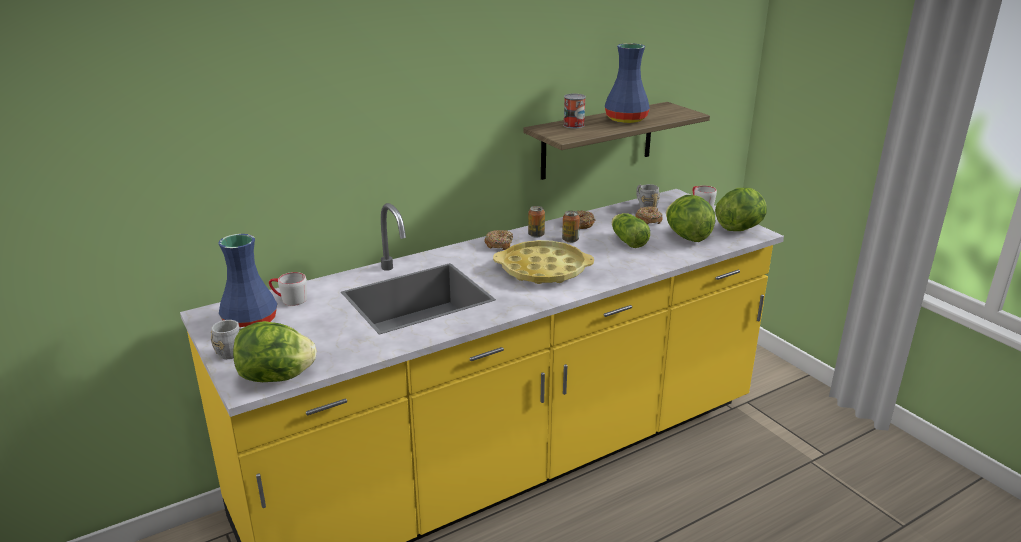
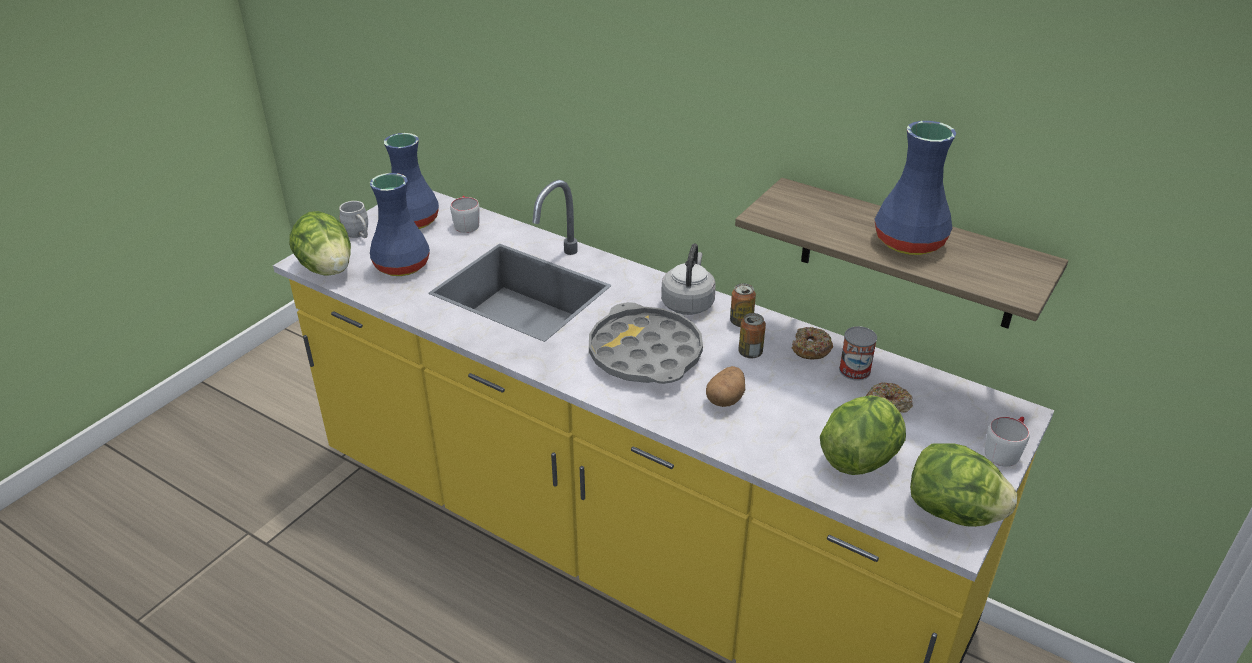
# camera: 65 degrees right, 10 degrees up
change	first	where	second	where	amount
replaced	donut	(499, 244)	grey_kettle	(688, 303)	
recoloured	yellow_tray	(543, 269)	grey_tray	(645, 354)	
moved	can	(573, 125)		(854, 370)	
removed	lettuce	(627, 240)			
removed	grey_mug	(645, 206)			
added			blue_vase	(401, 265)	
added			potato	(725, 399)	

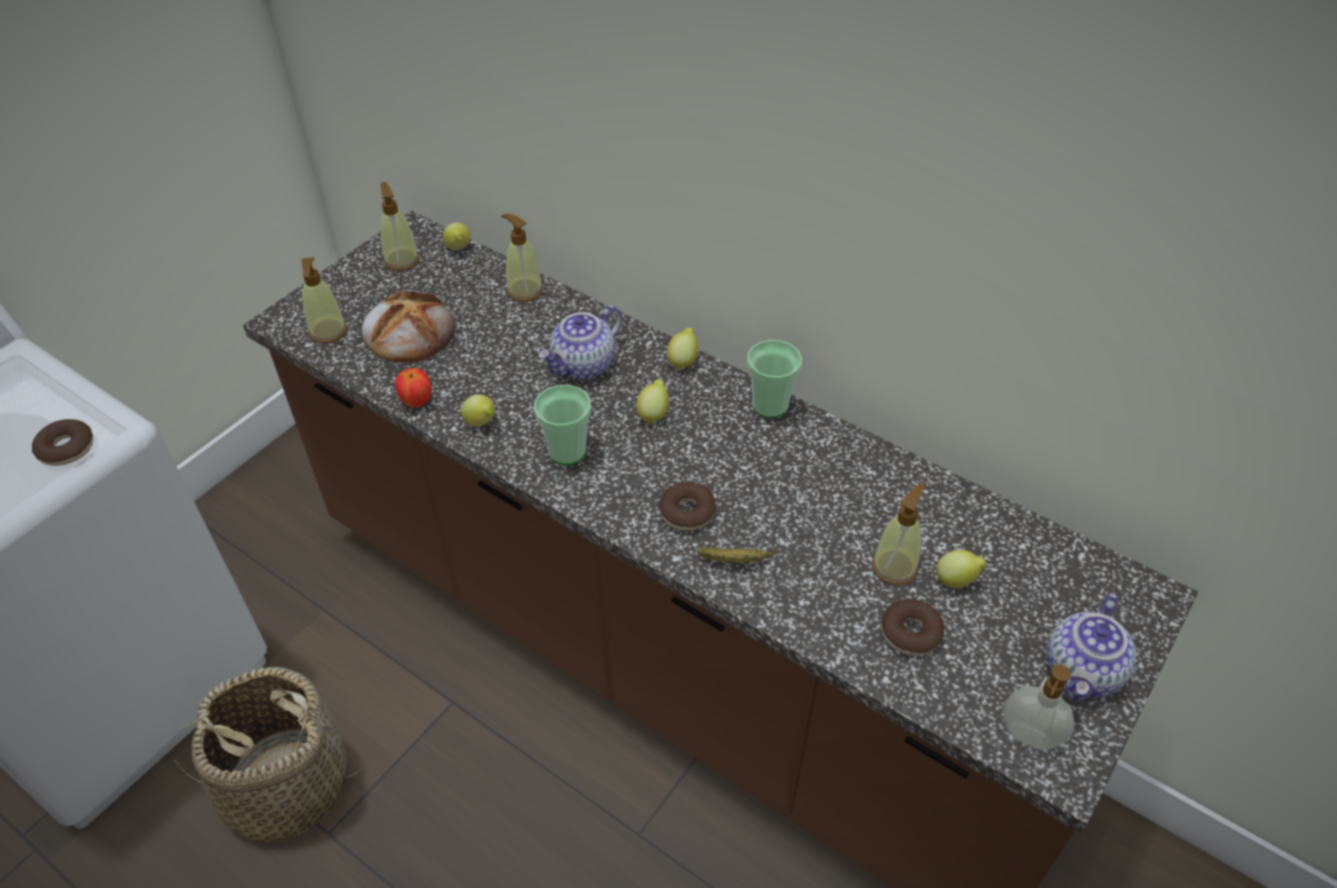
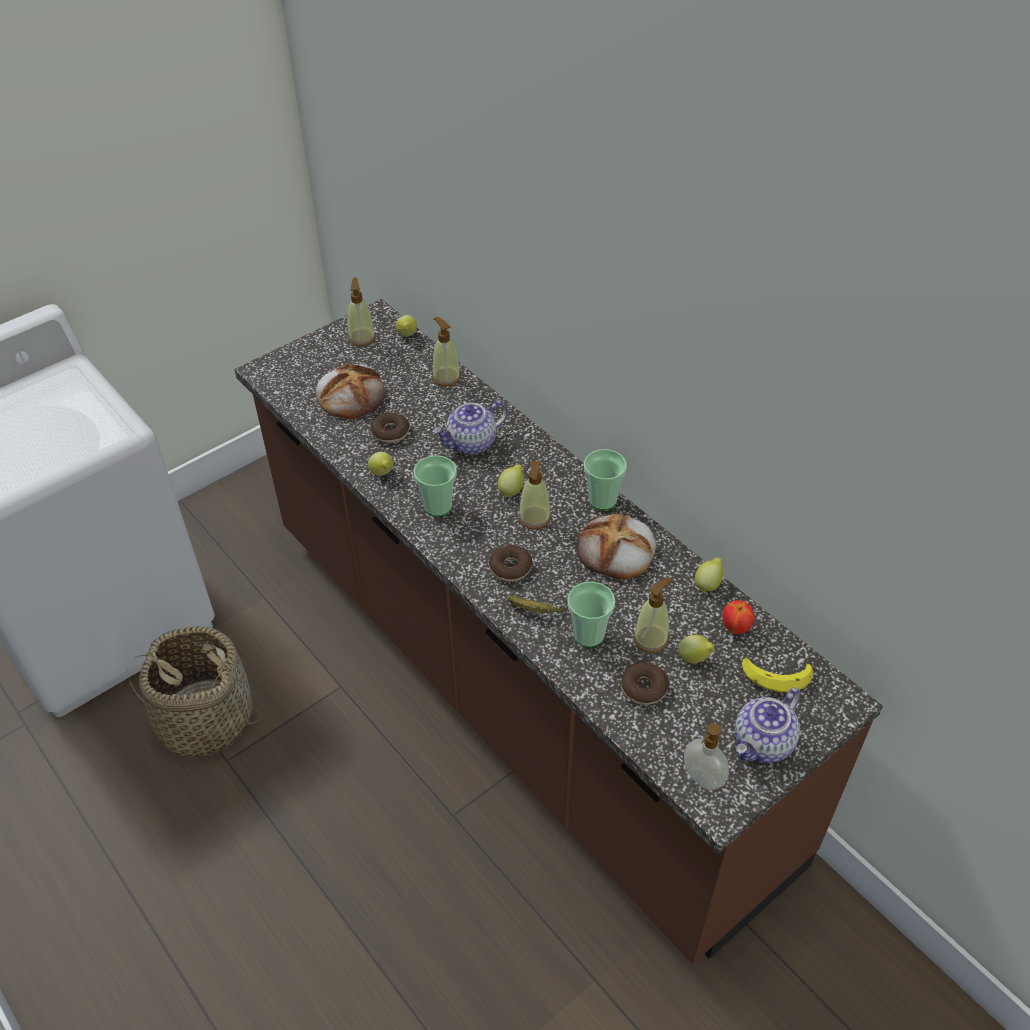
# camera: 15 degrees right, 0 degrees up
change	first	where	second	where	amount
moved	donut	(67, 449)		(390, 432)	
moved	soap_dispenser	(328, 332)		(534, 518)	
moved	apple	(417, 402)		(735, 628)	
moved	lemon	(683, 361)		(708, 584)	
added			cup	(588, 634)	
added			bread	(616, 551)	
added			banana	(776, 672)	

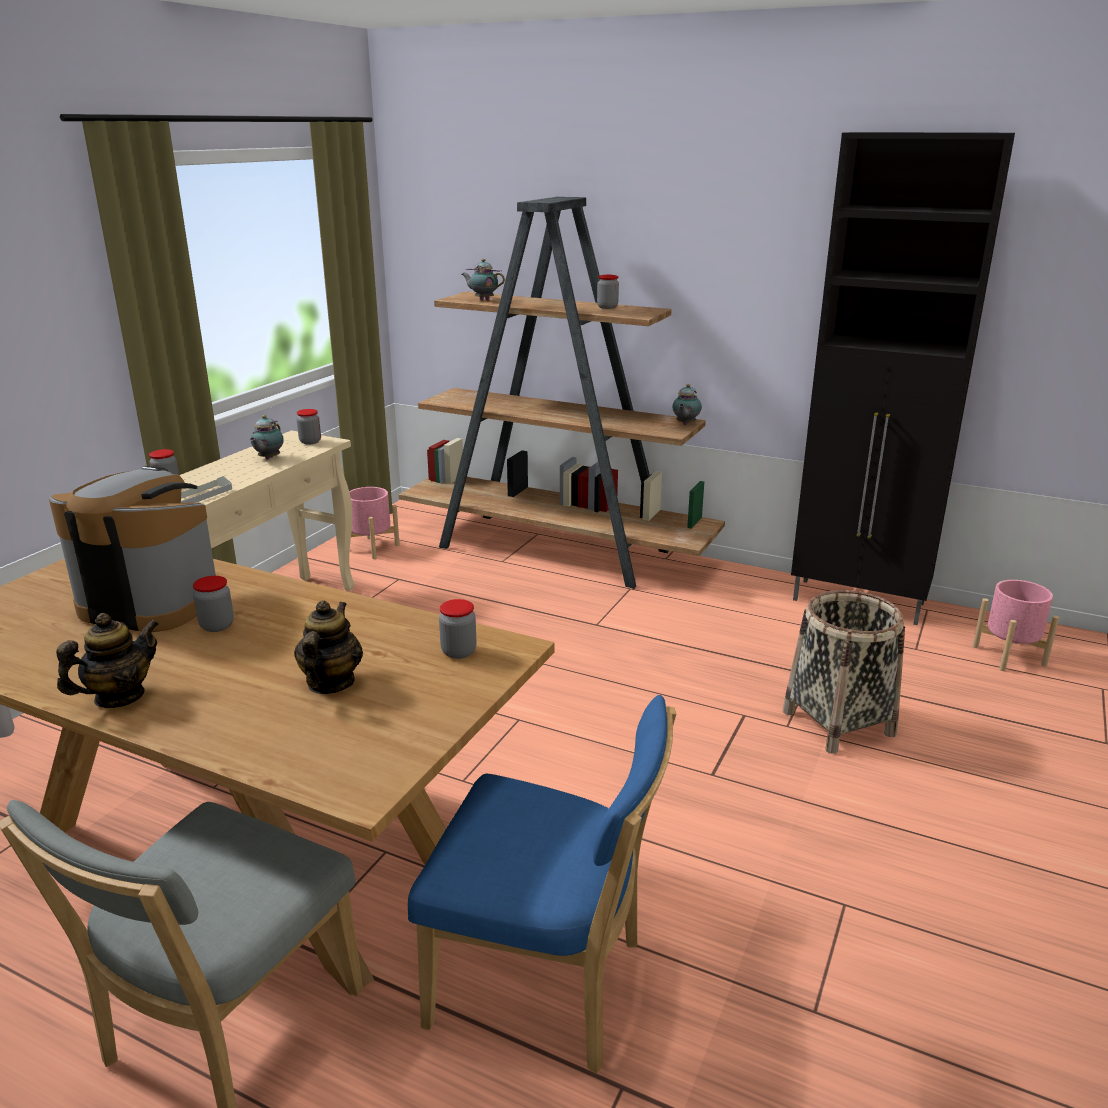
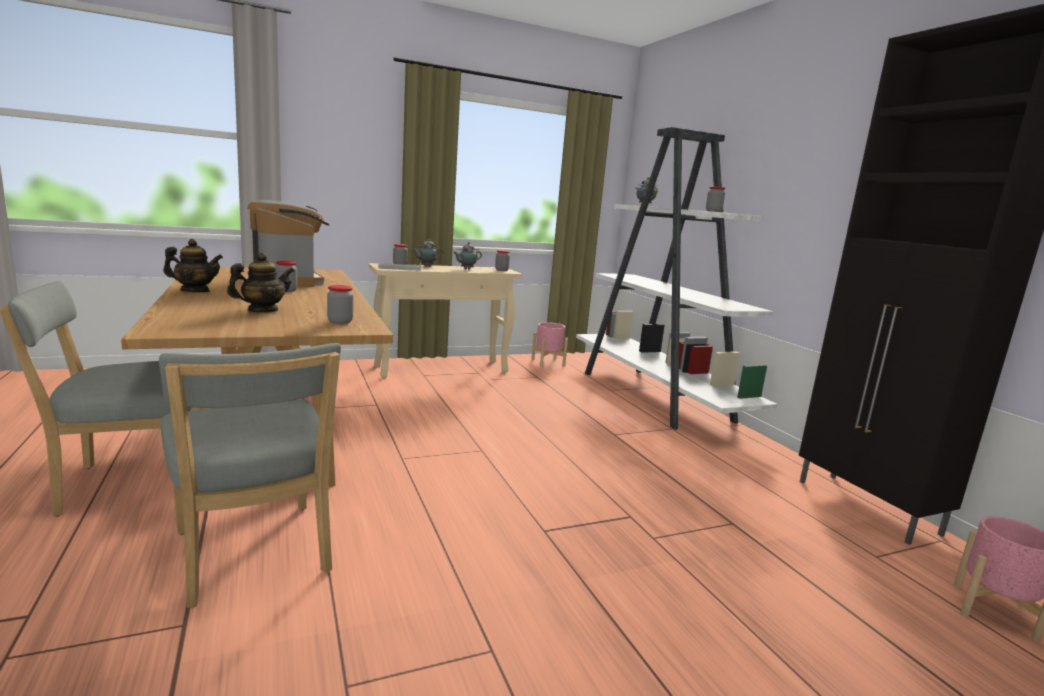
# camera: 40 degrees right, 10 degrees down
change	first	where	second	where	amount
recoloured	brown_bookcase	(557, 550)	white_bookcase	(656, 397)	
recoloured	blue_chair	(546, 986)	grey_chair	(254, 557)	
moved	teapot	(685, 424)		(426, 266)	
removed	basket	(837, 723)			

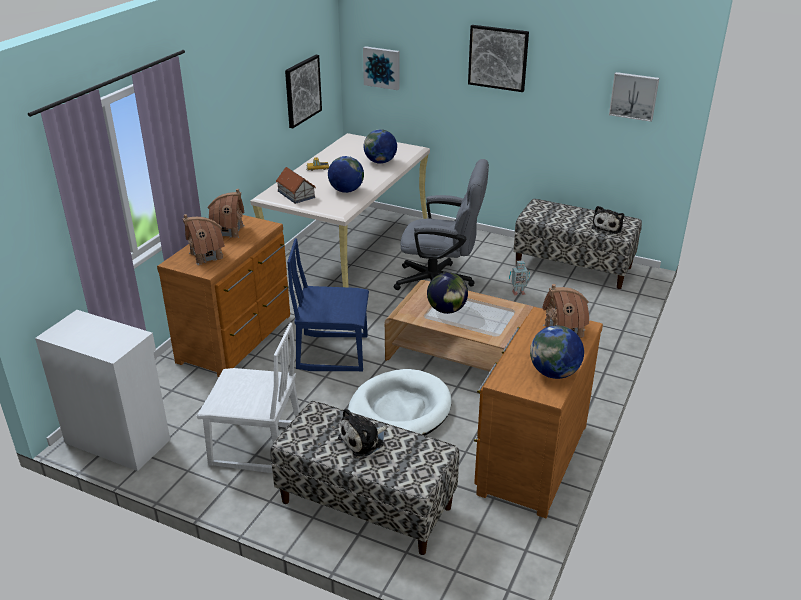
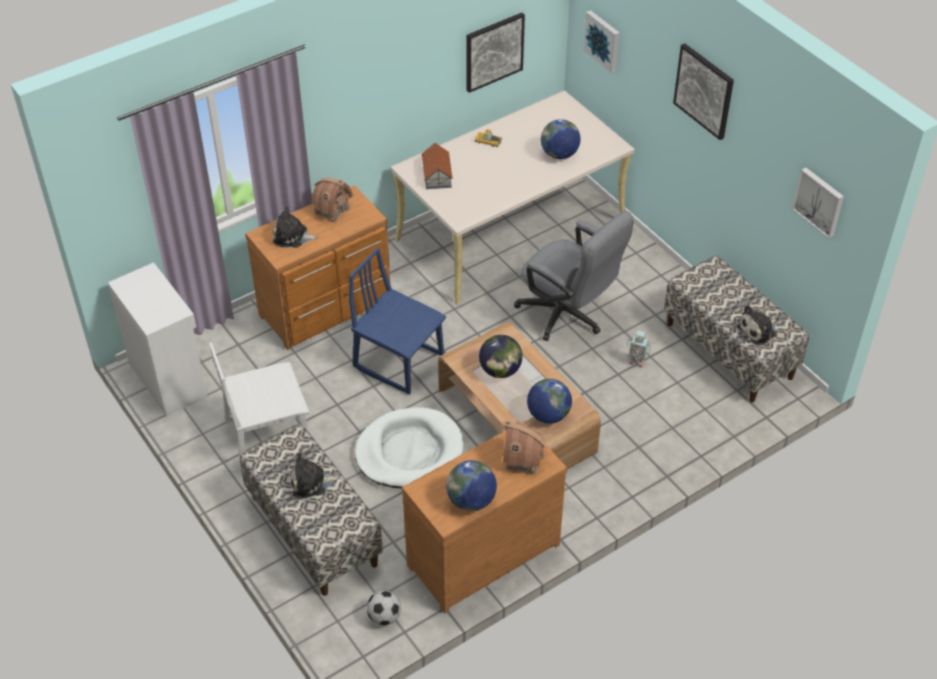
# camera: 30 degrees right, 15 degrees up
change	first	where	second	where	amount
replaced	toy_house	(206, 256)	plush_toy	(292, 237)	
turned	white_chair	(256, 447)		(267, 434)	120 degrees clockwise
moved	globe	(346, 190)		(548, 415)	
added			football	(384, 617)	

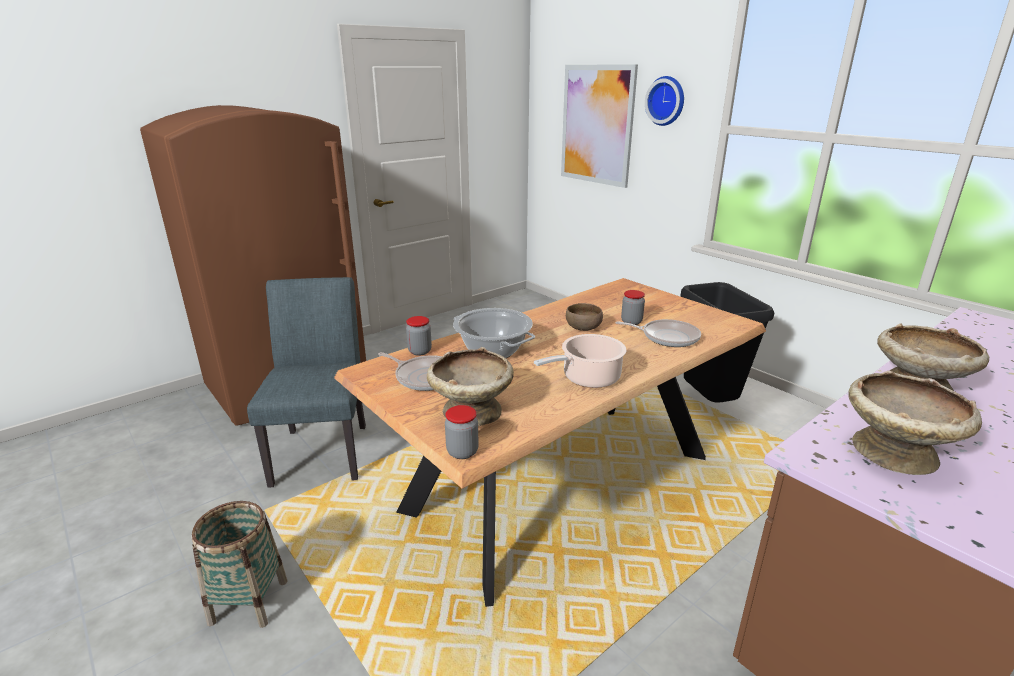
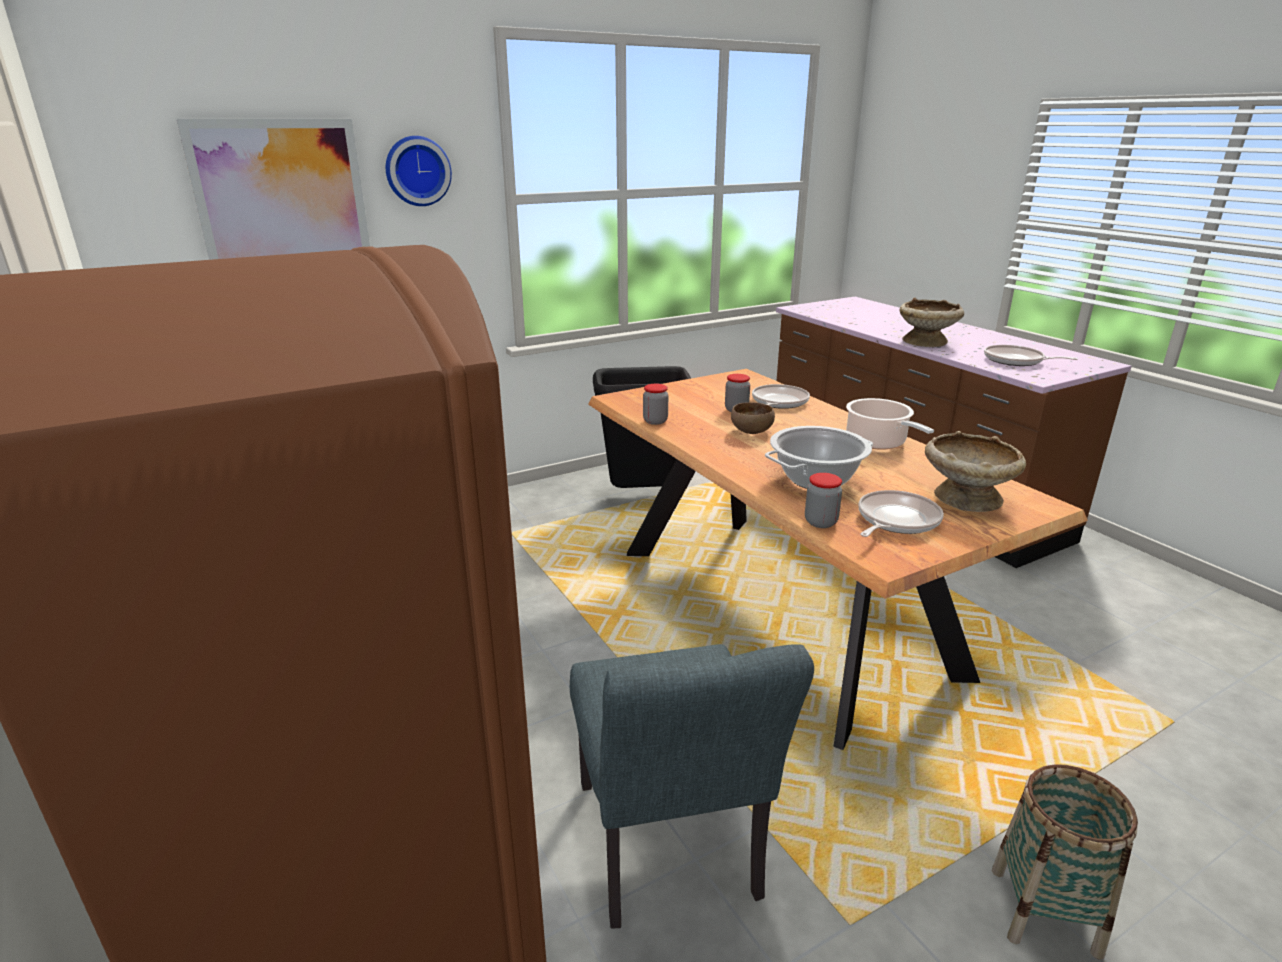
# camera: 80 degrees left, 0 degrees up
change	first	where	second	where	amount
turned	grey_chair	(323, 448)		(670, 853)	105 degrees counterclockwise
moved	jar	(462, 452)		(655, 421)	
replaced	beige_bowl	(896, 451)	frying_pan	(1016, 361)	

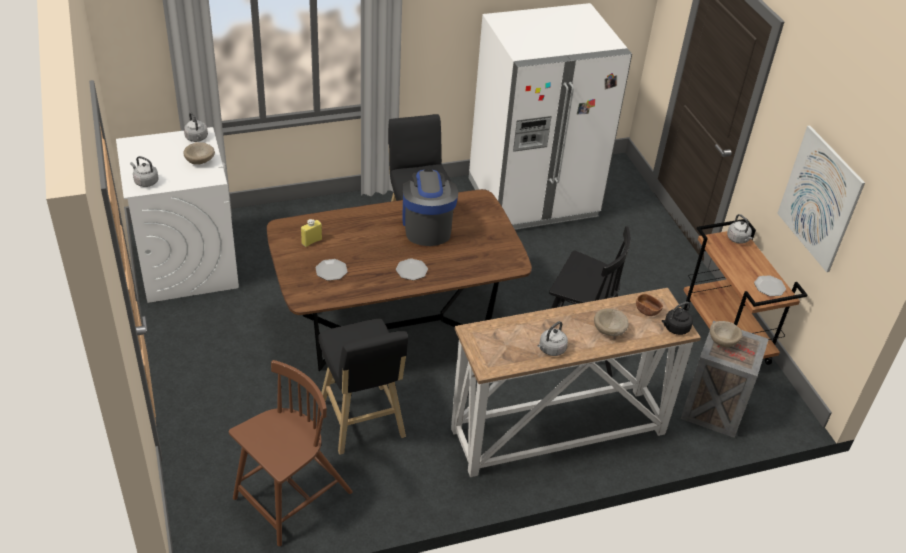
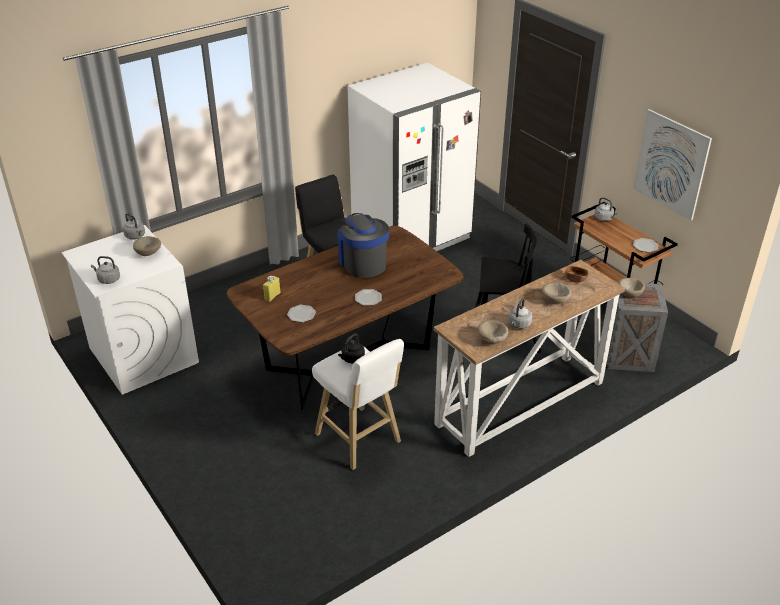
# camera: 15 degrees left, 5 degrees down
change	first	where	second	where	amount
removed	brown_chair	(291, 497)			
recoloured	black_stool	(363, 423)	white_stool	(360, 440)	
moved	black_kettle	(675, 328)		(352, 359)	
added			beige_bowl	(492, 340)	

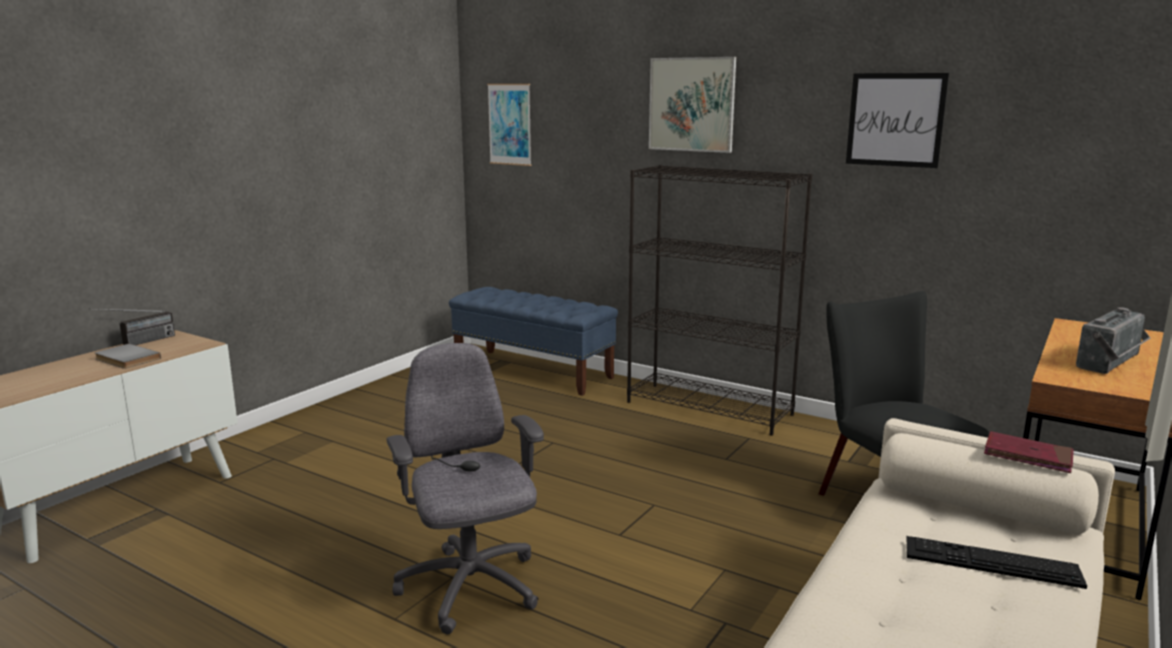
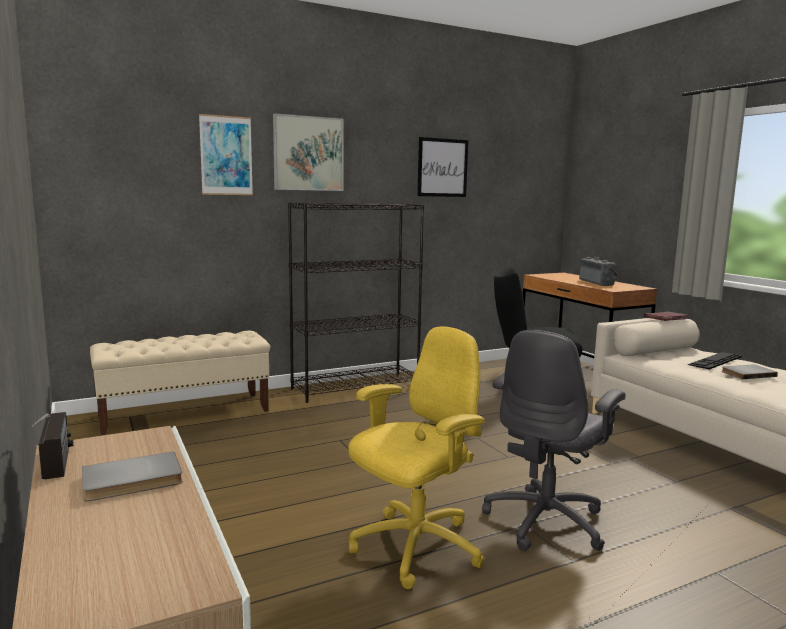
# camera: 60 degrees left, 5 degrees down
change	first	where	second	where	amount
turned	grey_office_chair	(470, 589)		(546, 521)	60 degrees counterclockwise
recoloured	blue_bench	(533, 372)	beige_bench	(185, 412)	
moved	picture	(510, 124)		(226, 155)	
added			yellow_office_chair	(415, 548)	
added			grey_book	(747, 373)	

